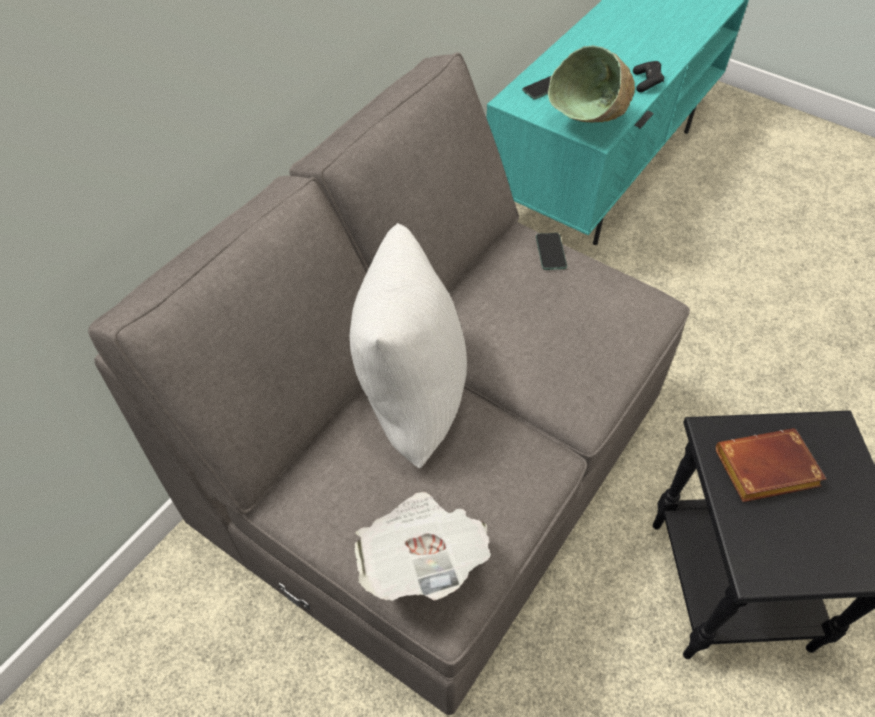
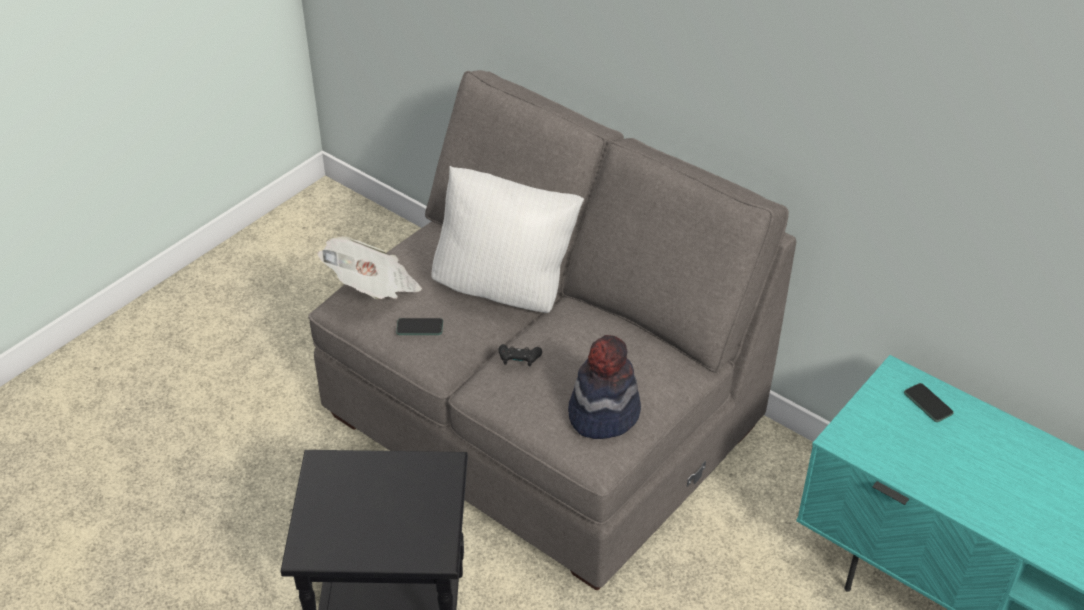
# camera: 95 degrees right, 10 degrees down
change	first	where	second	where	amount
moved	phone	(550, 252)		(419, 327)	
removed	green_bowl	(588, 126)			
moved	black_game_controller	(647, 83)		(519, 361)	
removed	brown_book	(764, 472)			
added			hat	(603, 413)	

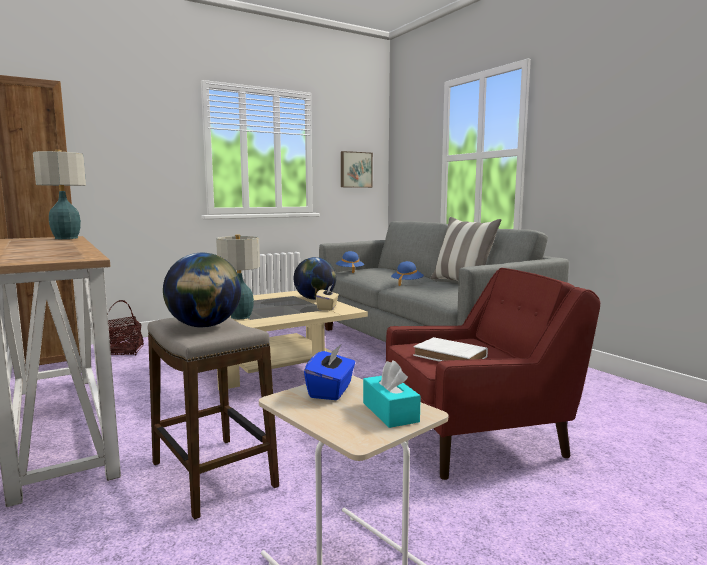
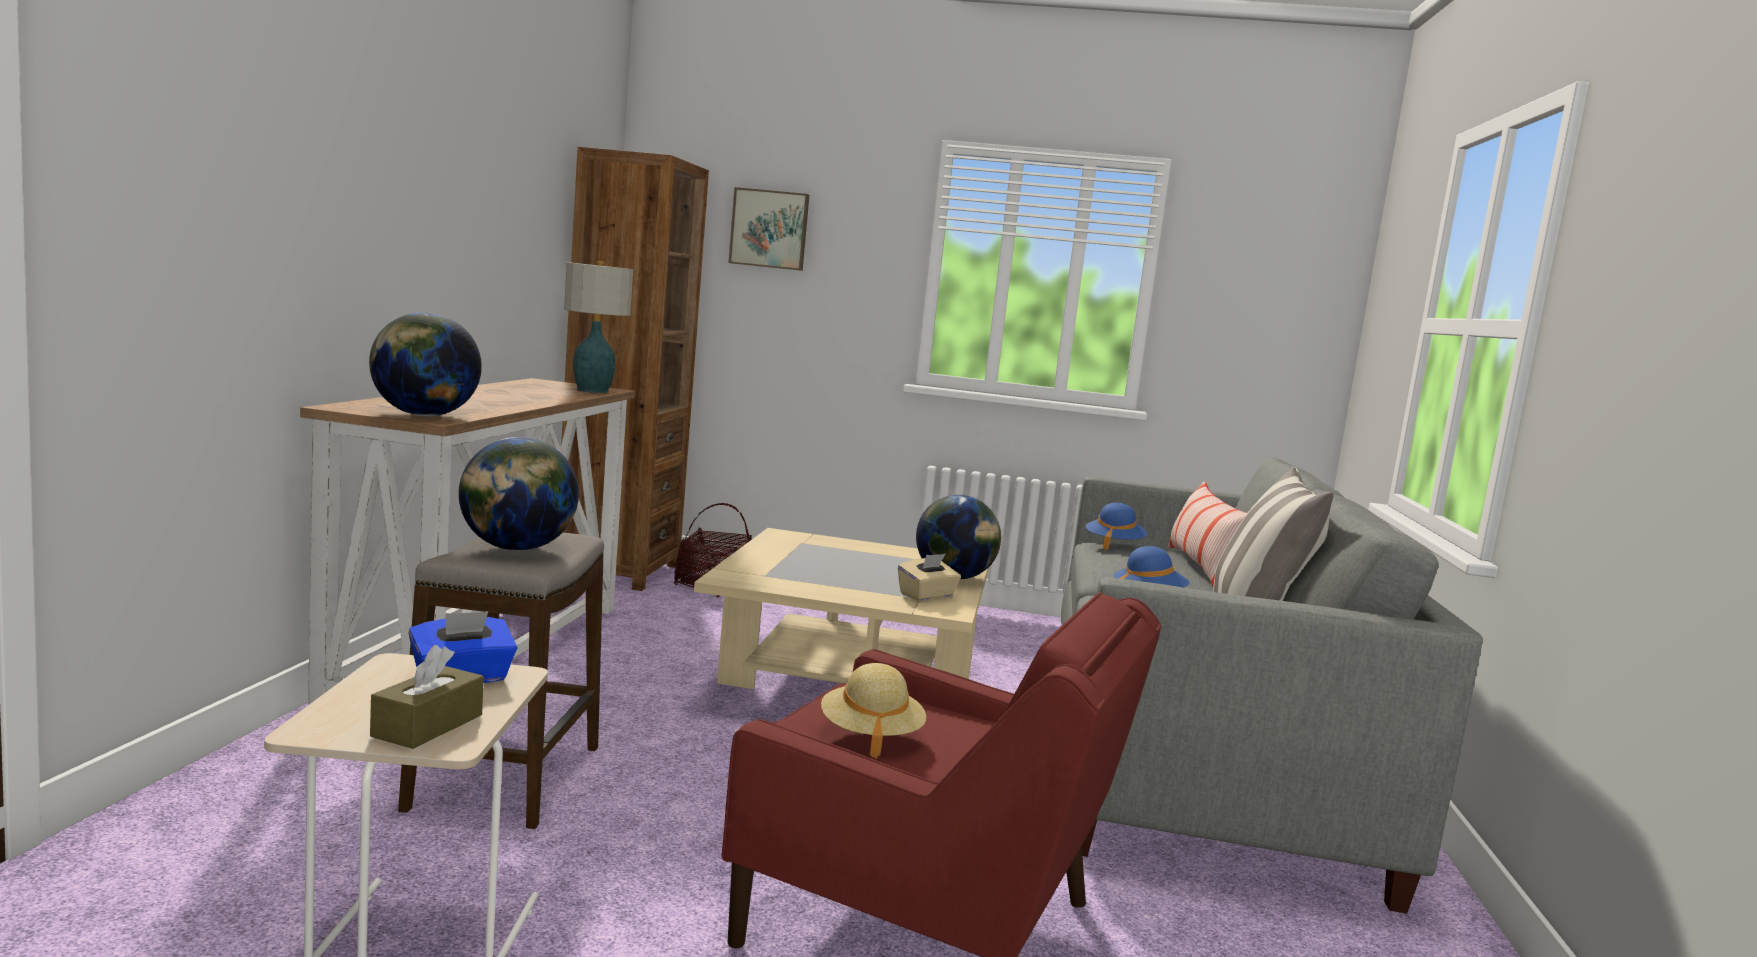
# camera: 40 degrees right, 0 degrees up
change	first	where	second	where	amount
removed	table_lamp	(240, 317)			
moved	picture	(355, 169)		(769, 229)	
recoloured	turquoise_tissue_box	(390, 412)	brown_tissue_box	(427, 725)	
replaced	white_book	(451, 357)	beige_hat	(870, 735)	
added			globe	(423, 415)	
added			pillow	(1201, 567)	

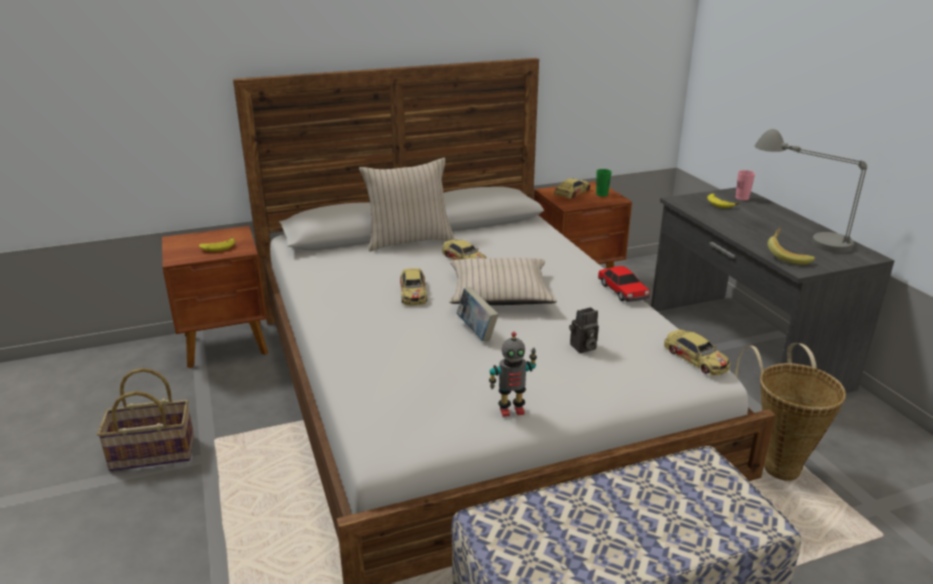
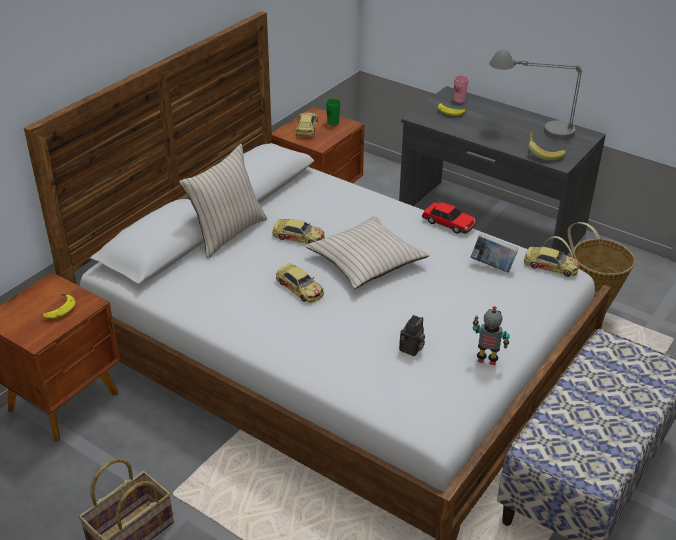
# camera: 35 degrees left, 10 degrees up
change	first	where	second	where	amount
moved	book	(476, 331)		(492, 266)	
turned	toy_robot	(511, 410)		(487, 361)	120 degrees counterclockwise
moved	photo_camera	(582, 348)		(411, 349)	

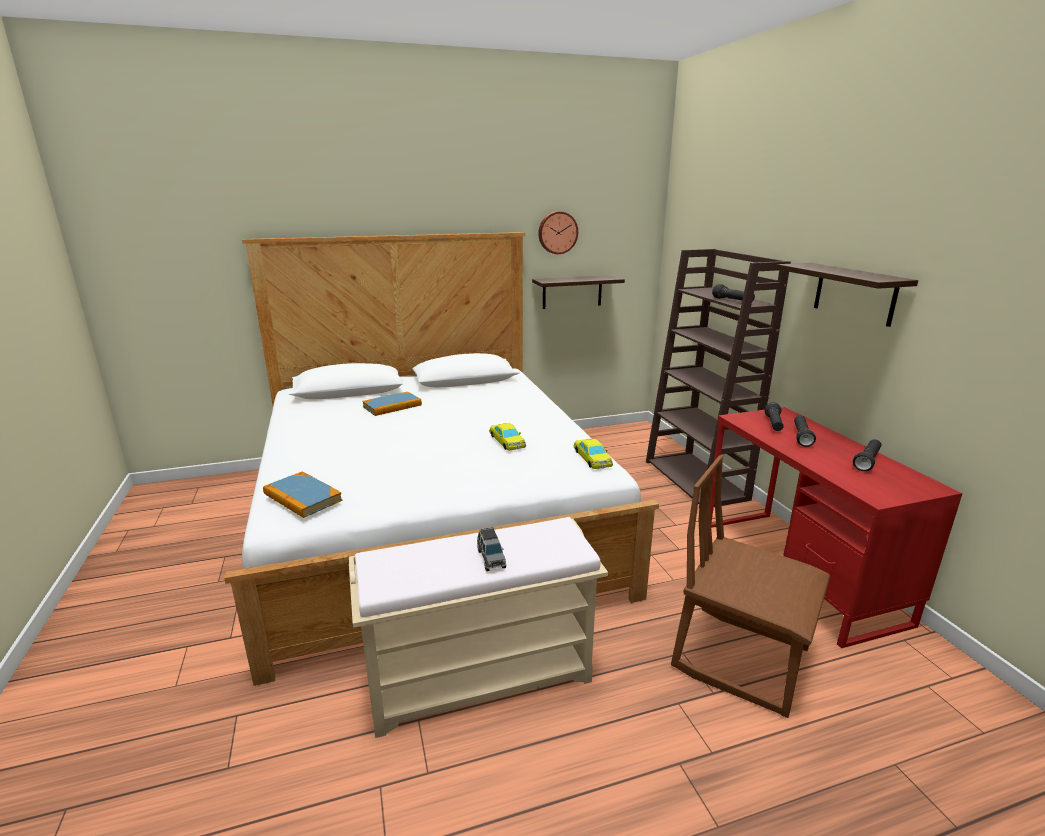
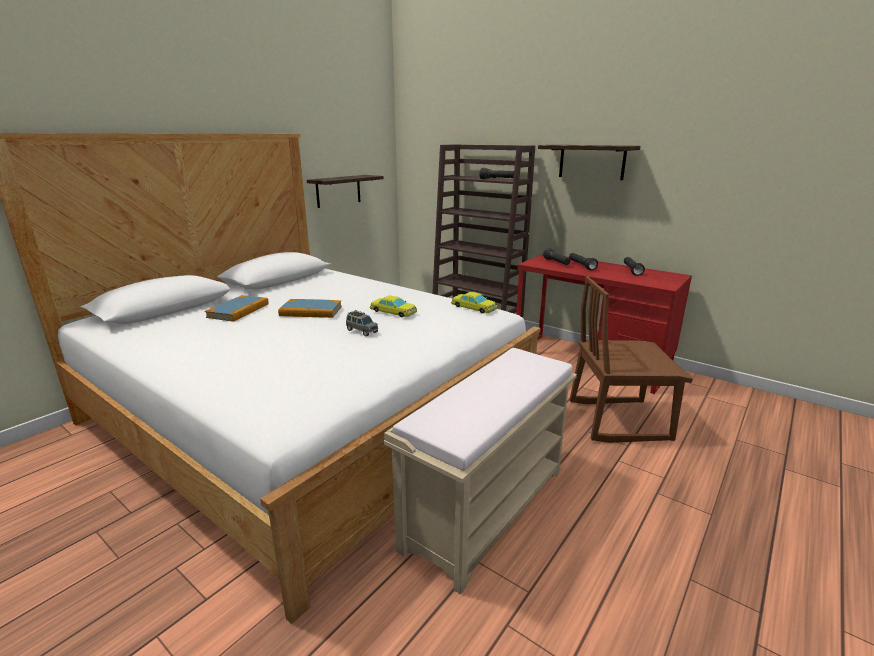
# camera: 35 degrees left, 0 degrees up
change	first	where	second	where	amount
moved	book	(302, 497)		(311, 311)	
moved	grey_toy_car	(491, 558)		(361, 331)	
removed	wall_clock	(557, 232)			

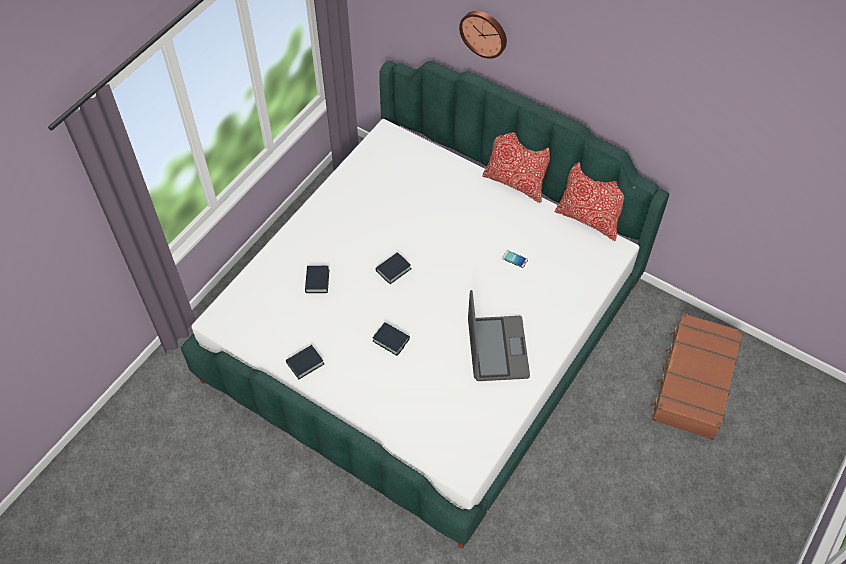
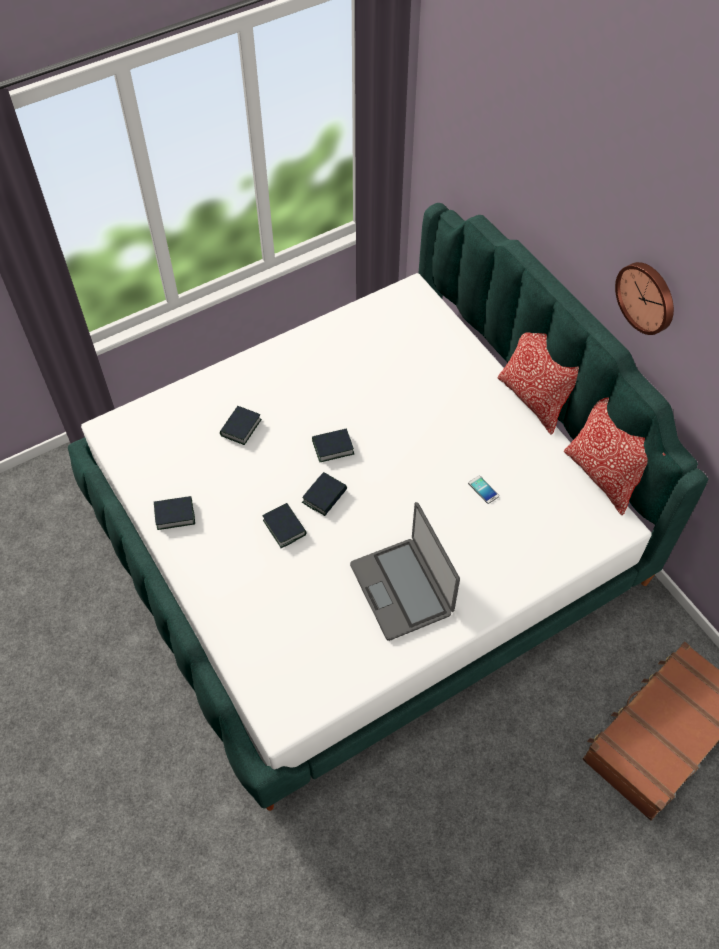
# camera: 25 degrees right, 0 degrees up
change	first	where	second	where	amount
moved	wall_clock	(484, 33)		(647, 297)	
turned	laptop	(497, 349)		(402, 589)	135 degrees clockwise
added			book	(324, 496)	

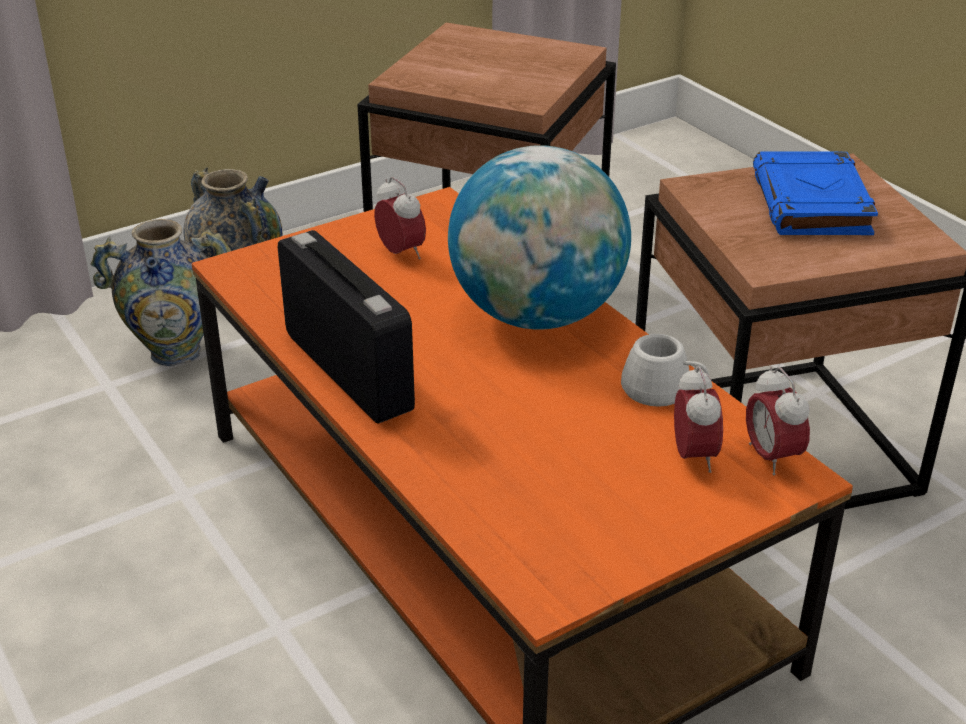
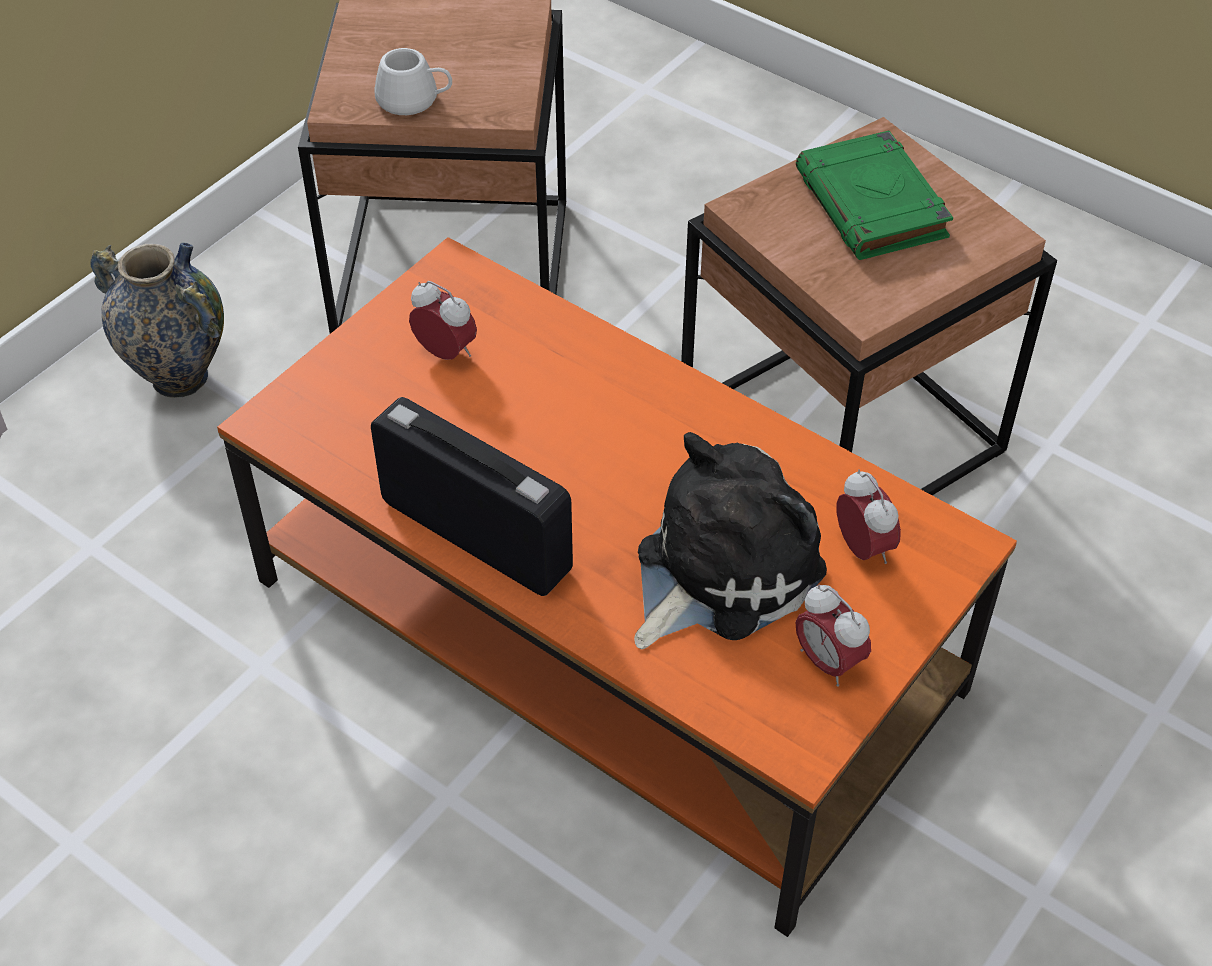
# camera: 20 degrees left, 15 degrees up
change	first	where	second	where	amount
removed	vase	(175, 352)			
removed	globe	(537, 315)			
moved	white_mug	(664, 392)		(415, 100)	
moved	alarm_clock	(771, 457)		(828, 662)	
recoloured	blue_book	(812, 204)	green_book	(872, 206)	
added			plush_toy	(719, 569)	

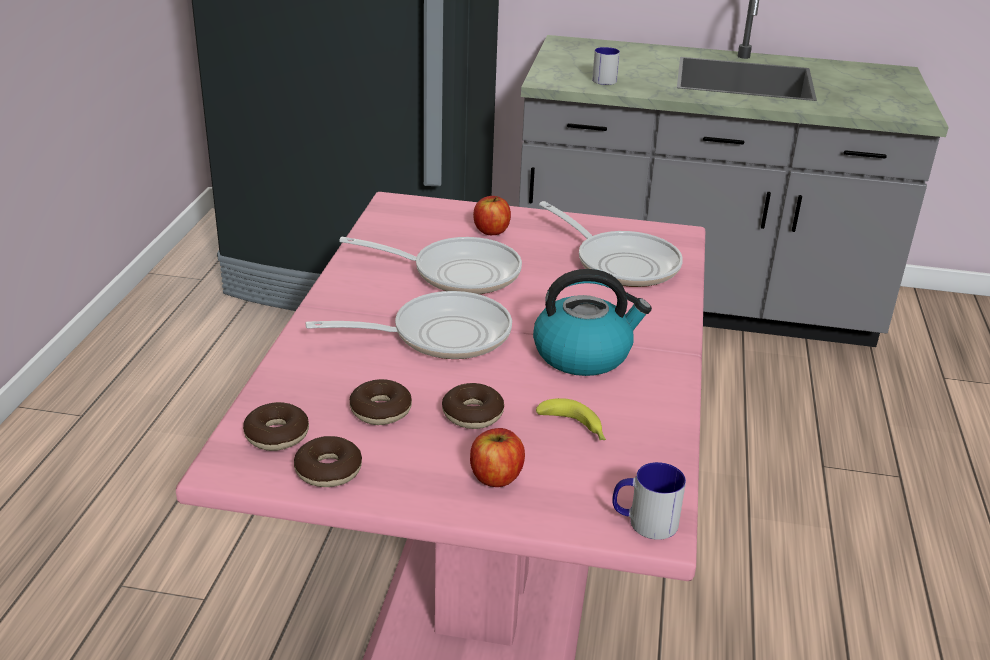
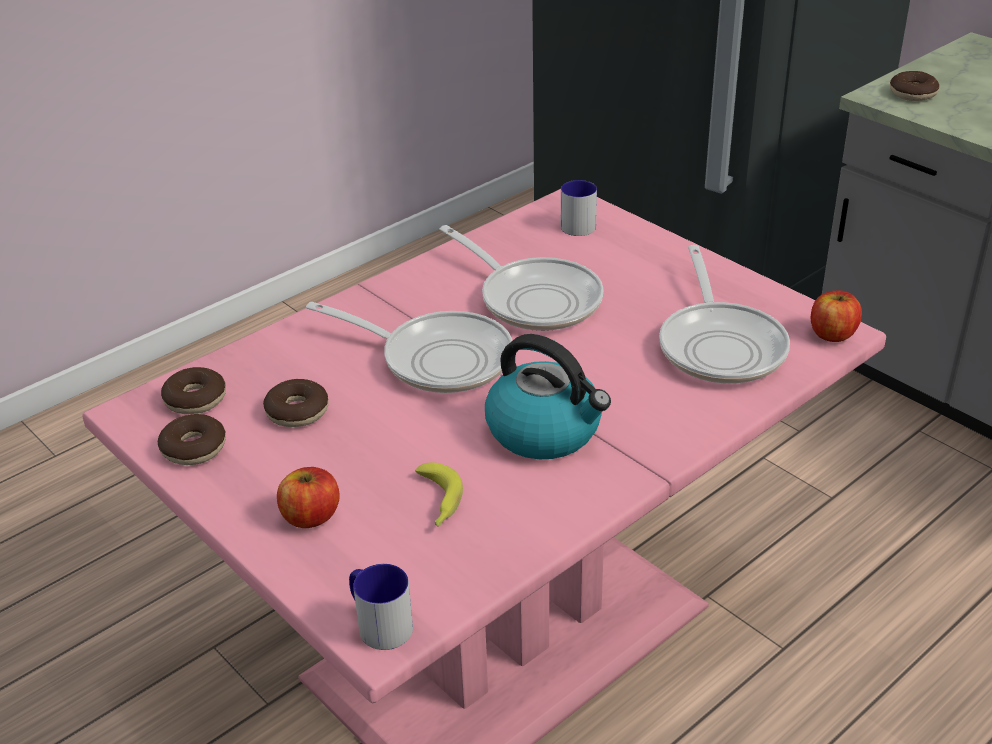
# camera: 40 degrees right, 5 degrees up
change	first	where	second	where	amount
moved	donut	(472, 414)		(912, 94)	
moved	apple	(491, 231)		(832, 334)	
moved	mug	(602, 79)		(580, 223)	

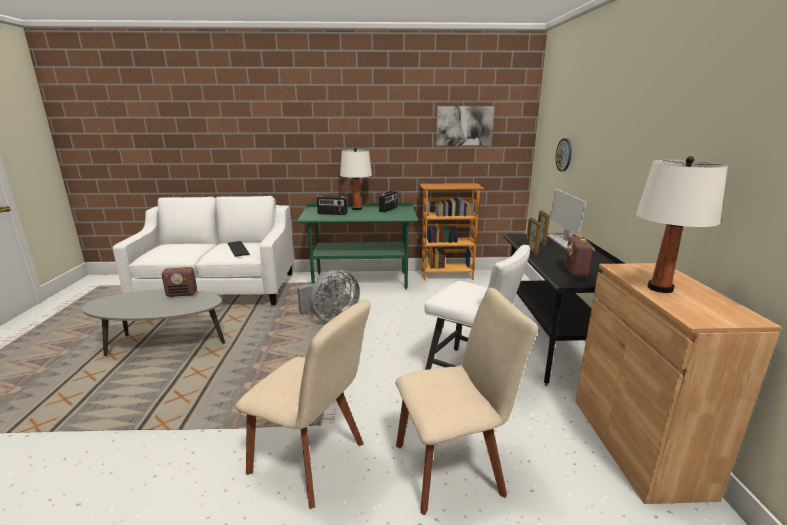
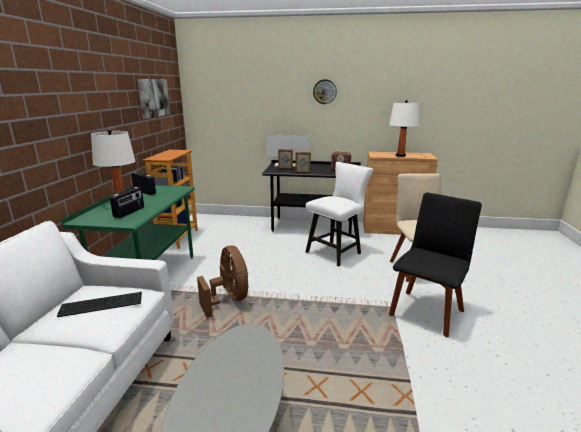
# camera: 80 degrees left, 0 degrees up
change	first	where	second	where	amount
removed	radio	(182, 294)			
recoloured	beige_chair	(312, 460)	black_chair	(427, 311)	
recoloured	grey_fan	(331, 318)	brown_fan	(229, 299)	
moved	wall_clock	(564, 154)		(324, 91)	

